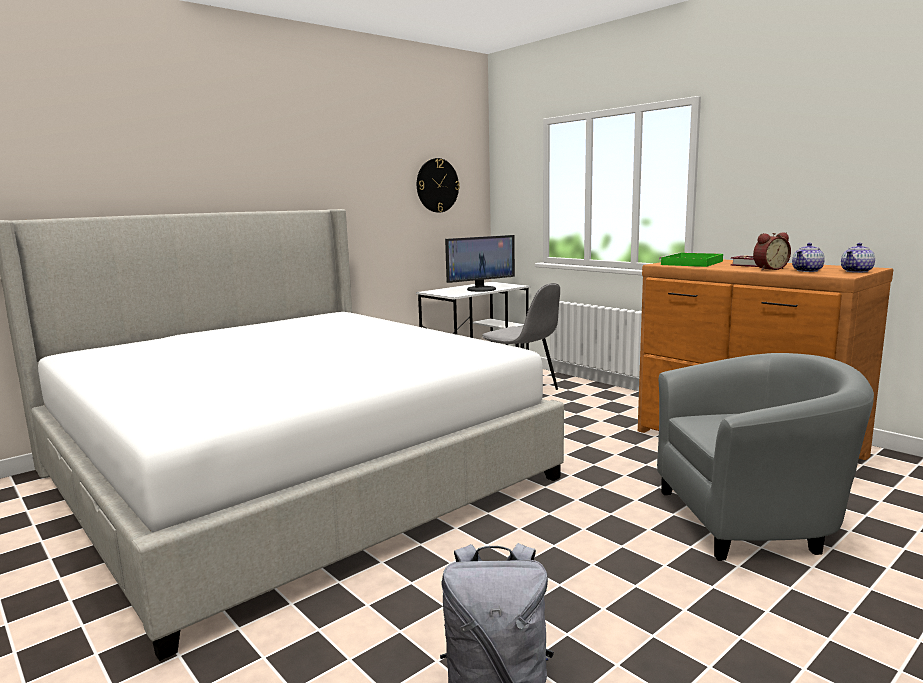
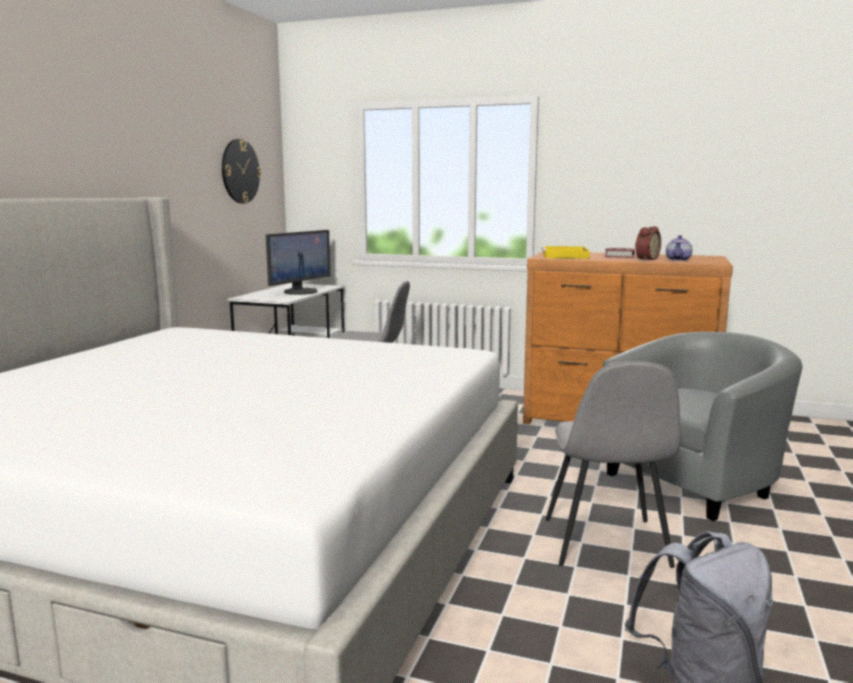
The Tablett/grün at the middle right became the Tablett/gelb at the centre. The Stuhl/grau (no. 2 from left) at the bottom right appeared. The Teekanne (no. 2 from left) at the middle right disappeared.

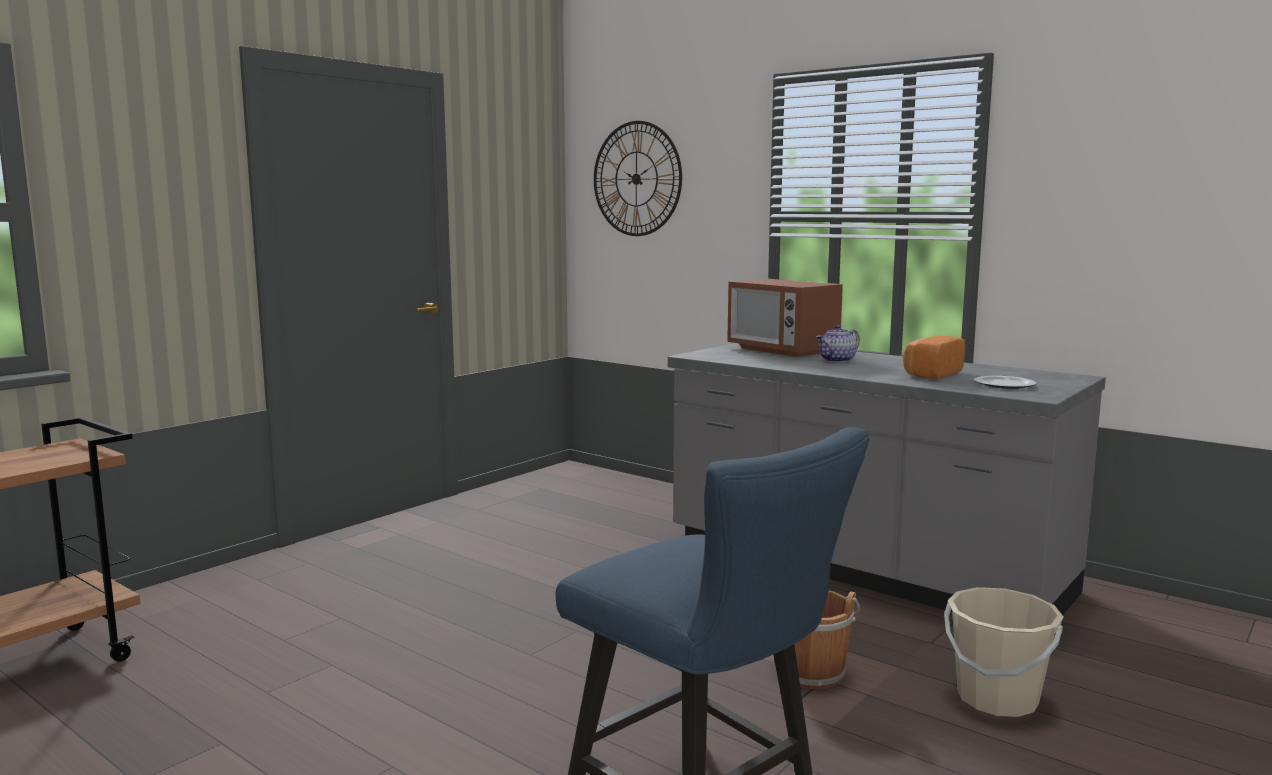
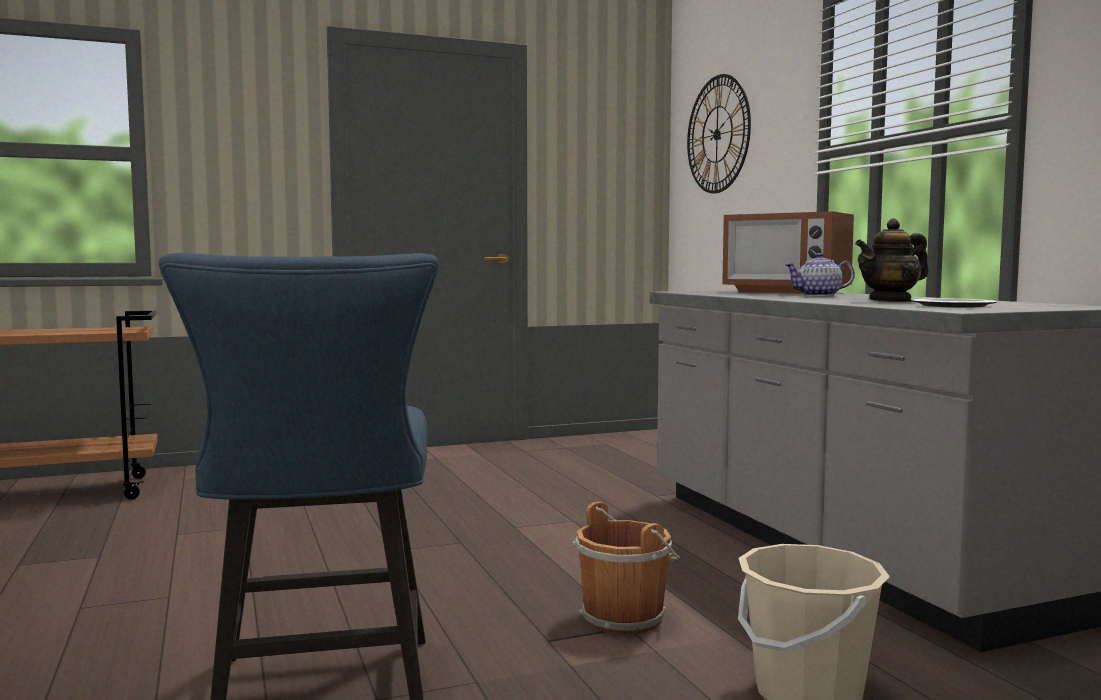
The Mikrowelle at the centre turned 45 degrees counterclockwise. The Brot at the middle right was replaced by the Teekanne (no. 2 from left) at the middle right.

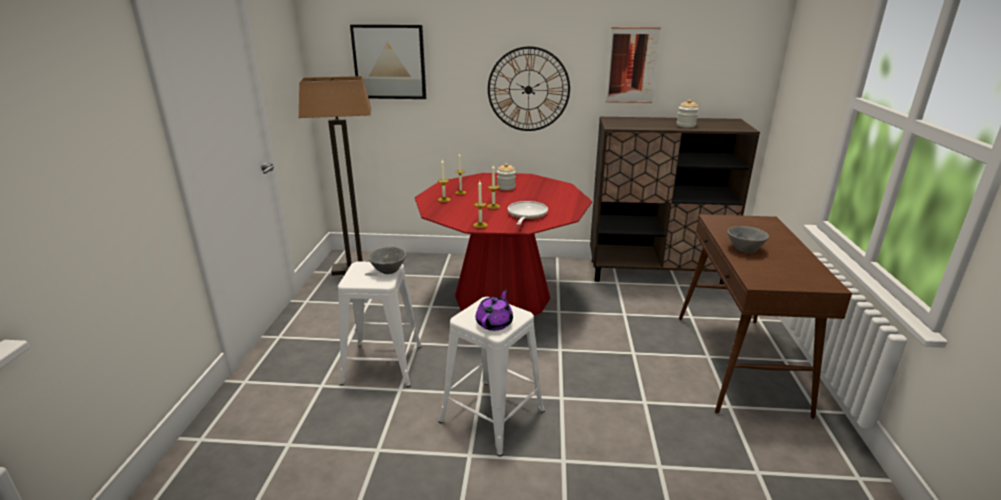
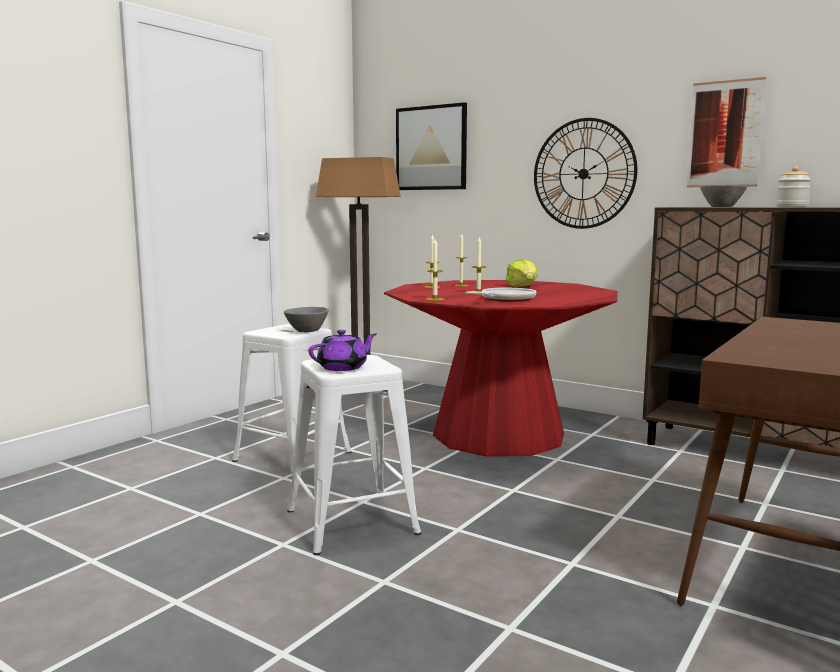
The Vorratsglas (no. 1 from left) at the centre was replaced by the Salatkopf at the centre. The Schüssel/grau (no. 2 from left) moved from the middle right to the top right.

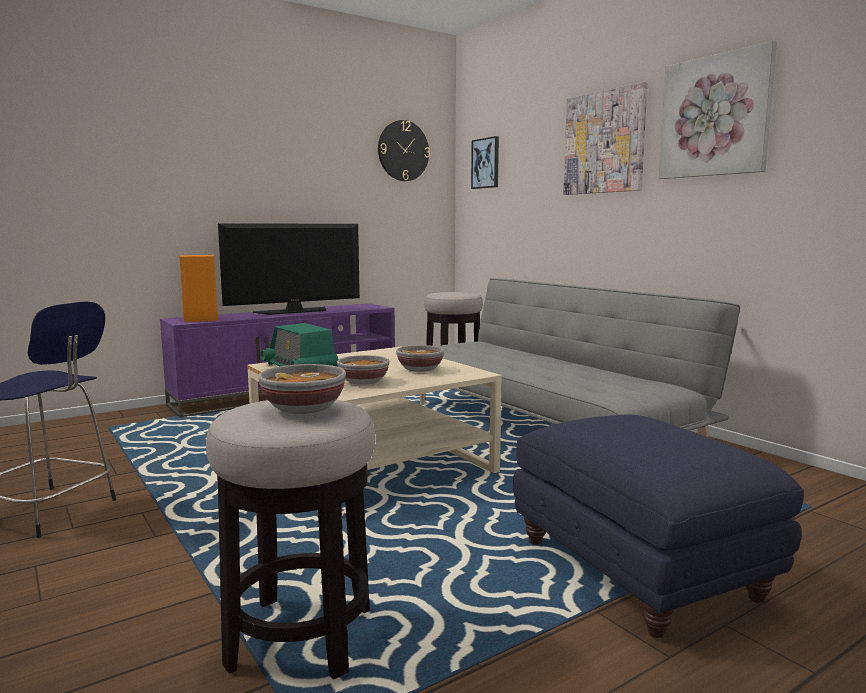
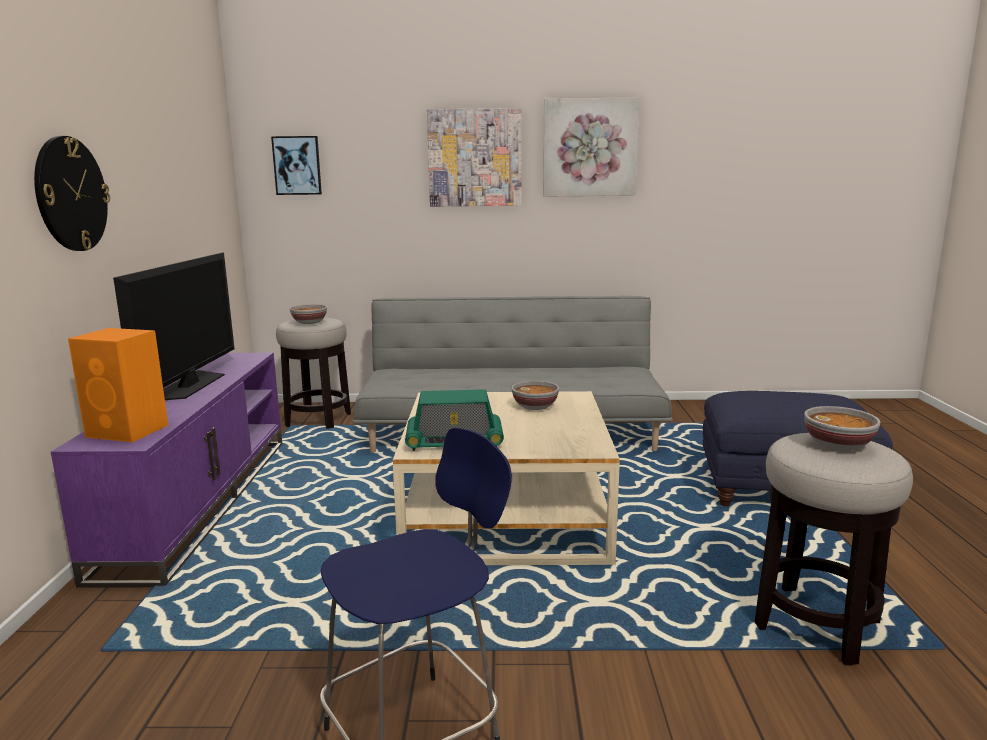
The Wanduhr moved from the top centre to the top left. The Schüssel (no. 2 from left in the first image) moved from the centre to the middle left.

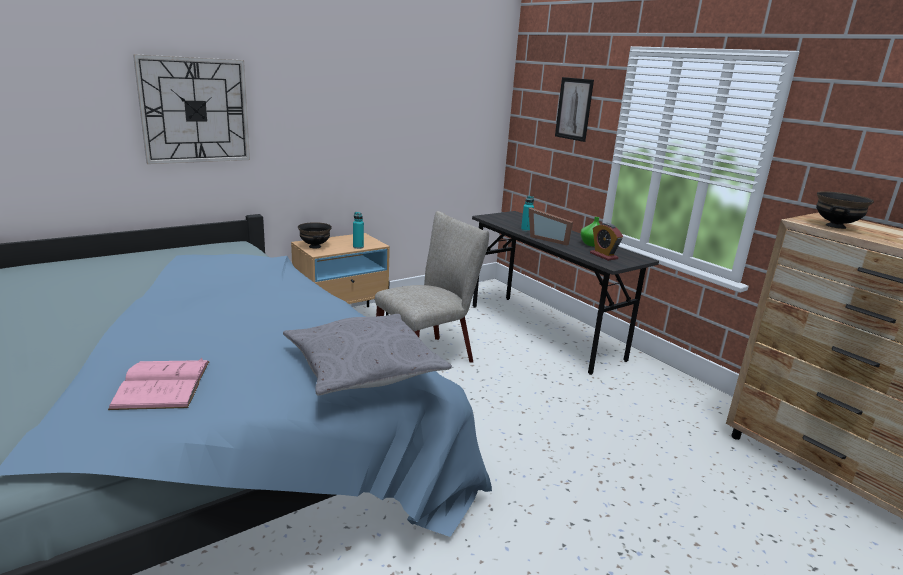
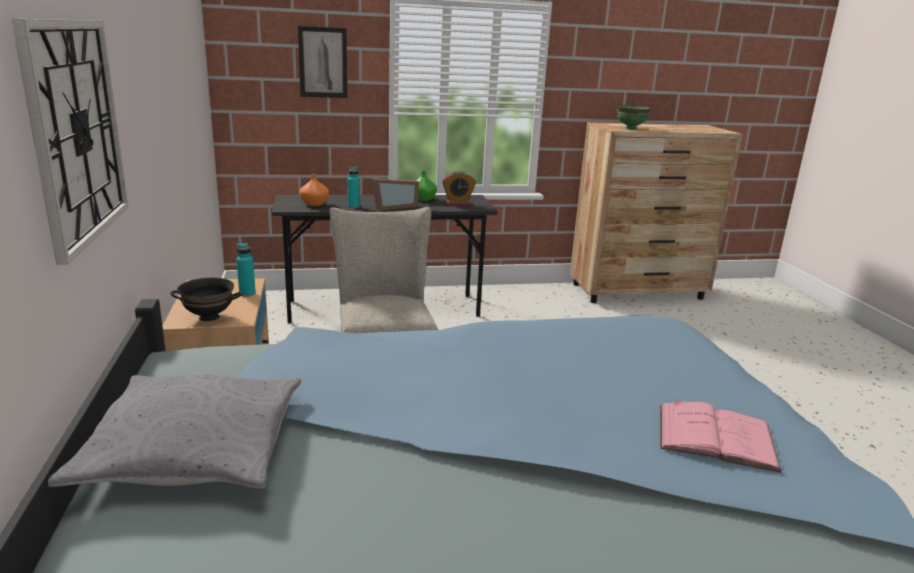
The Kissen/grau moved from the centre to the bottom left. The Vase/orange at the top centre appeared. The Schüssel/schwarz (no. 2 from left) at the middle right became the Schüssel/grün at the top right.

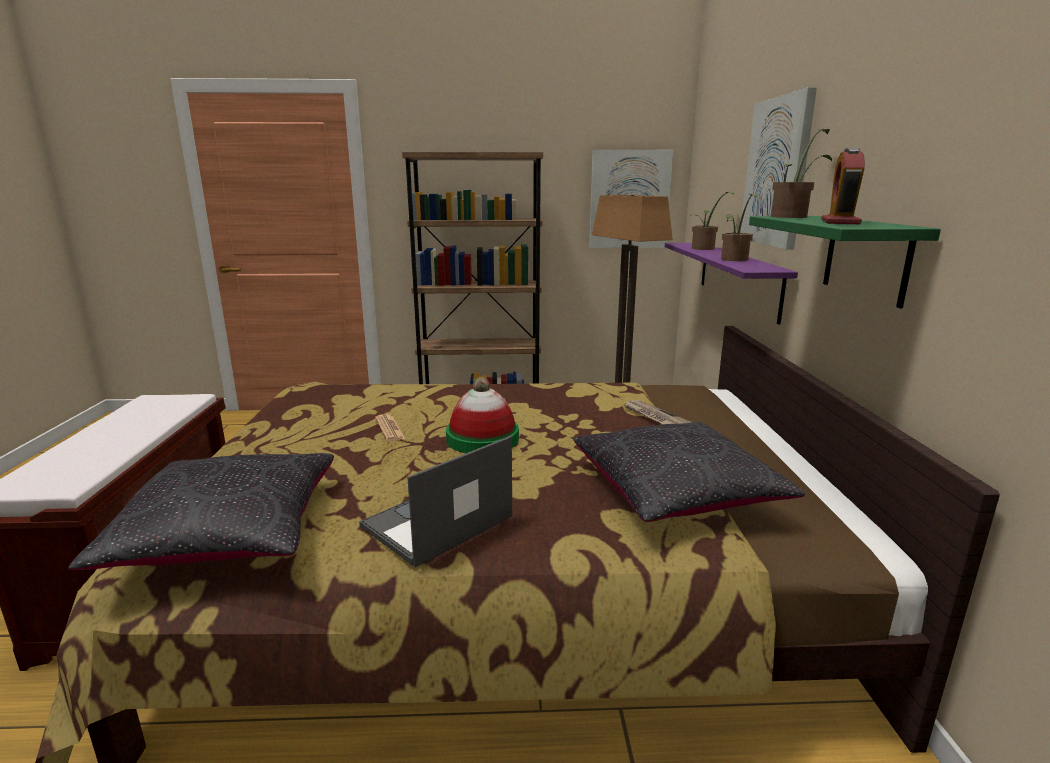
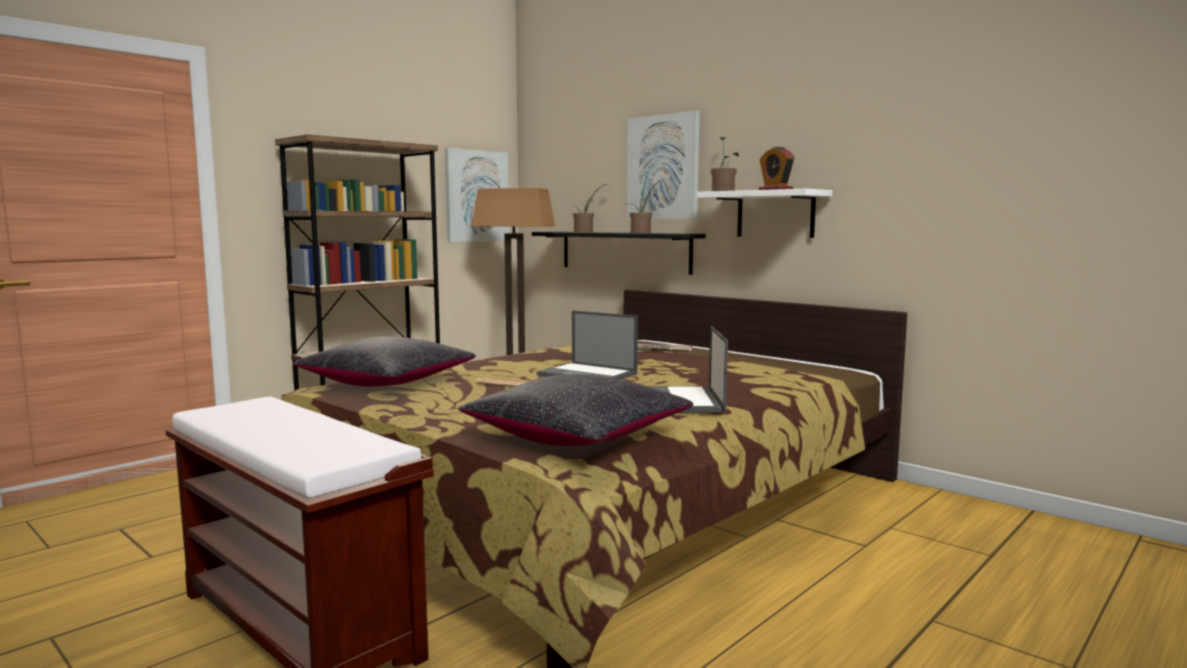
The Kissen/schwarz (no. 2 from left in the first image) moved from the centre to the middle left. The Wandregal/lila at the middle right became the Wandregal/schwarz at the centre. The Hut at the centre was replaced by the Laptop (no. 1 from left) at the centre. The Wandregal/grün at the middle right became the Wandregal/weiß at the top centre.

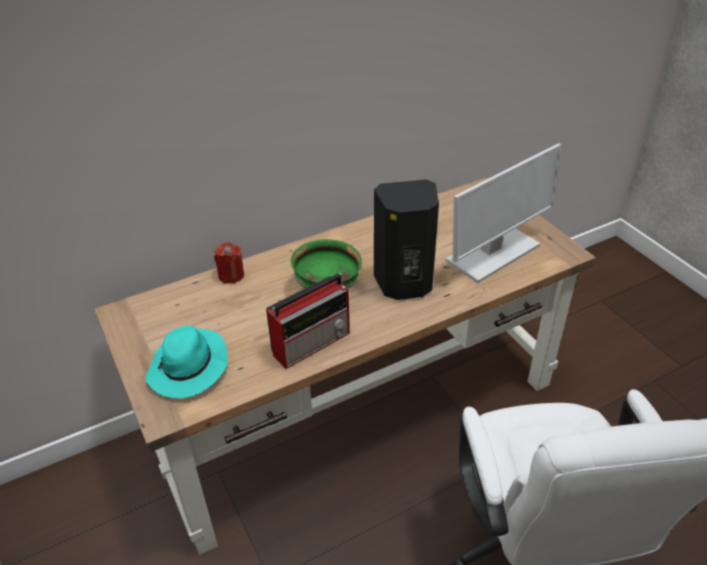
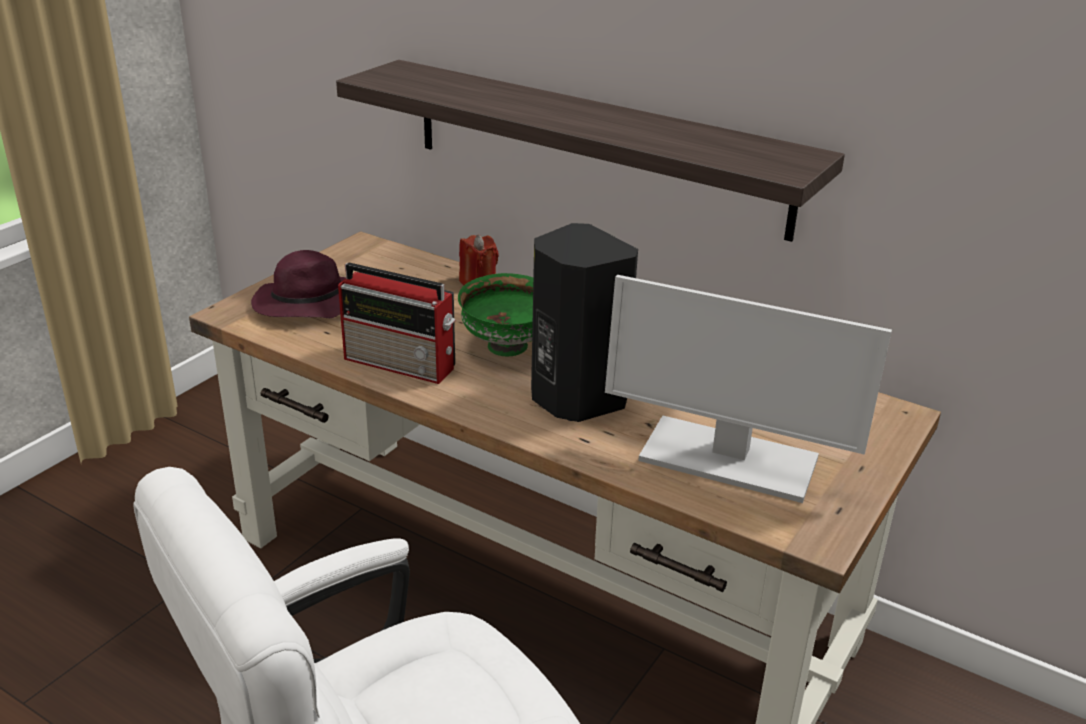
The Hut/türkis at the middle left became the Hut/lila at the middle left. The Wandregal at the top centre appeared.

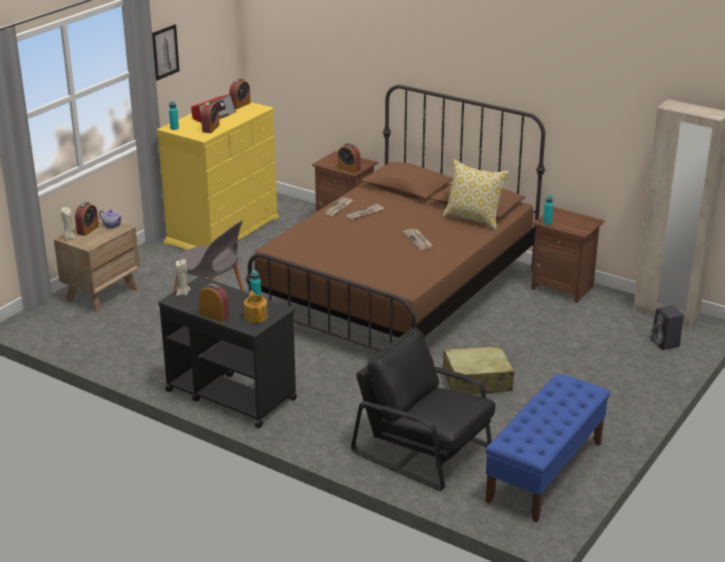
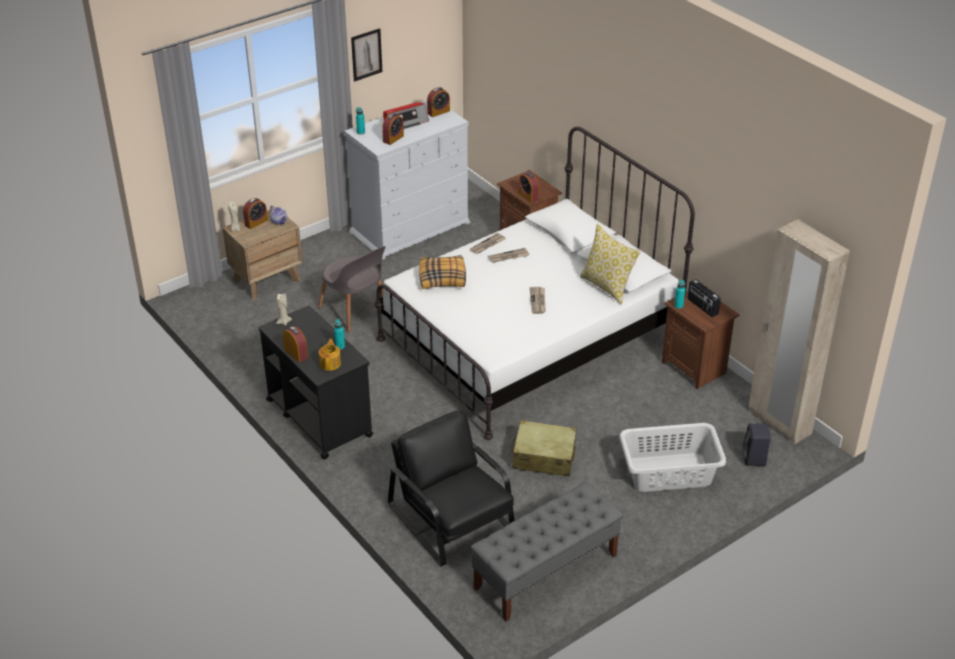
The Kommode/gelb at the top left became the Kommode/weiß at the top centre. The Bett/braun at the centre became the Bett/weiß at the centre. The Kissen (no. 1 from left) at the centre appeared. The Bank/blau at the bottom right became the Bank/grau at the bottom centre. The Wäschekorb/grau at the bottom right appeared. The Radio (no. 2 from left) at the middle right appeared.

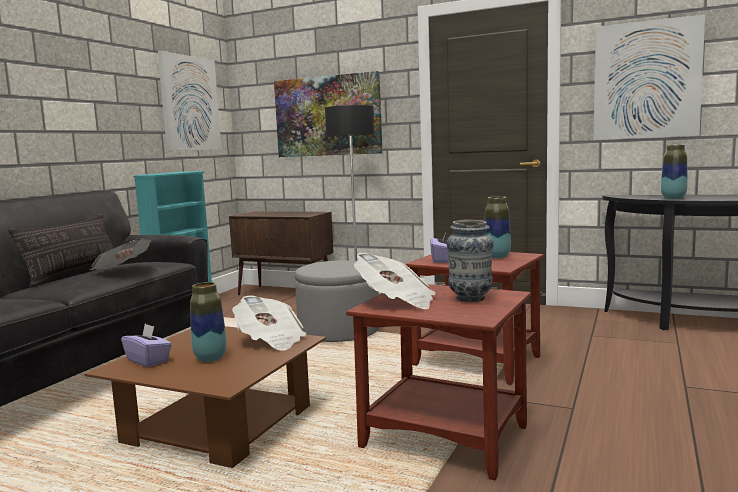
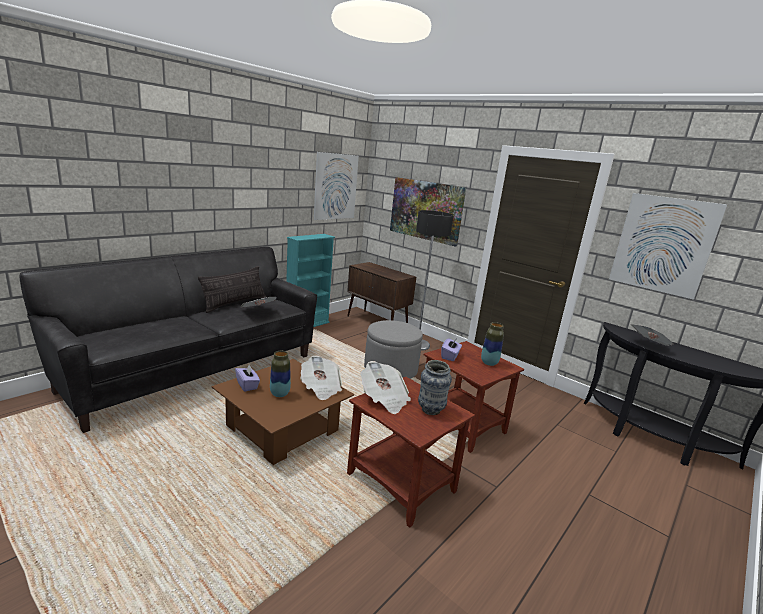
The Vase (no. 4 from left) at the middle right was replaced by the Zeitung (no. 4 from left) at the middle right.

